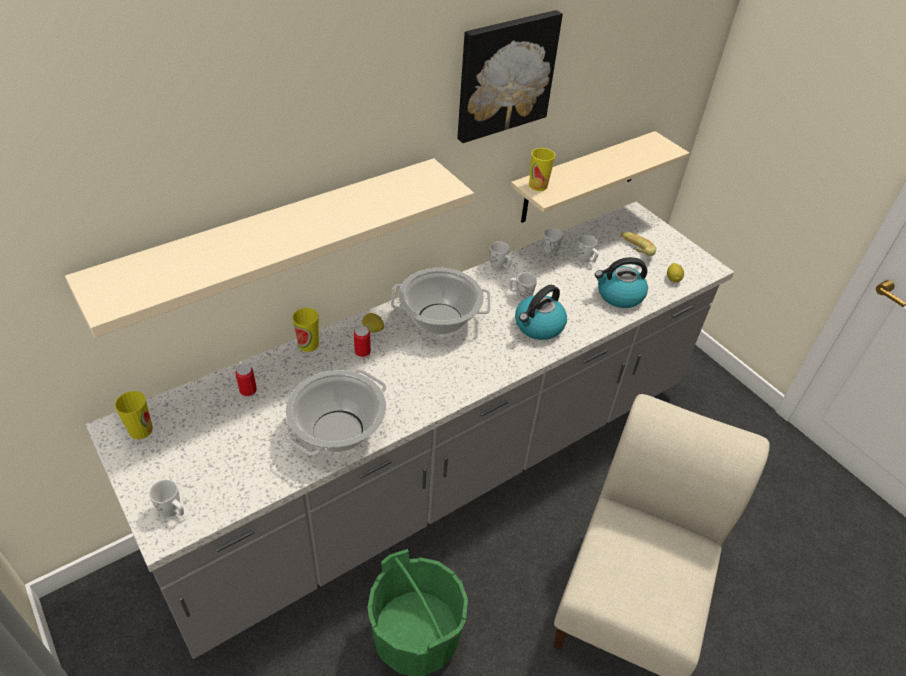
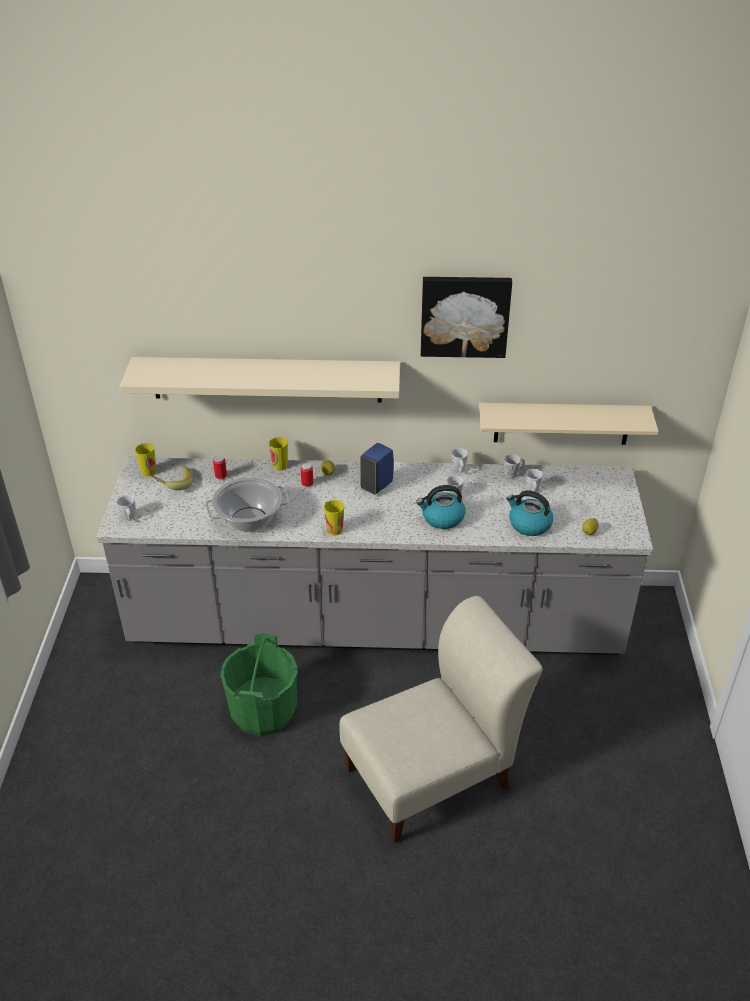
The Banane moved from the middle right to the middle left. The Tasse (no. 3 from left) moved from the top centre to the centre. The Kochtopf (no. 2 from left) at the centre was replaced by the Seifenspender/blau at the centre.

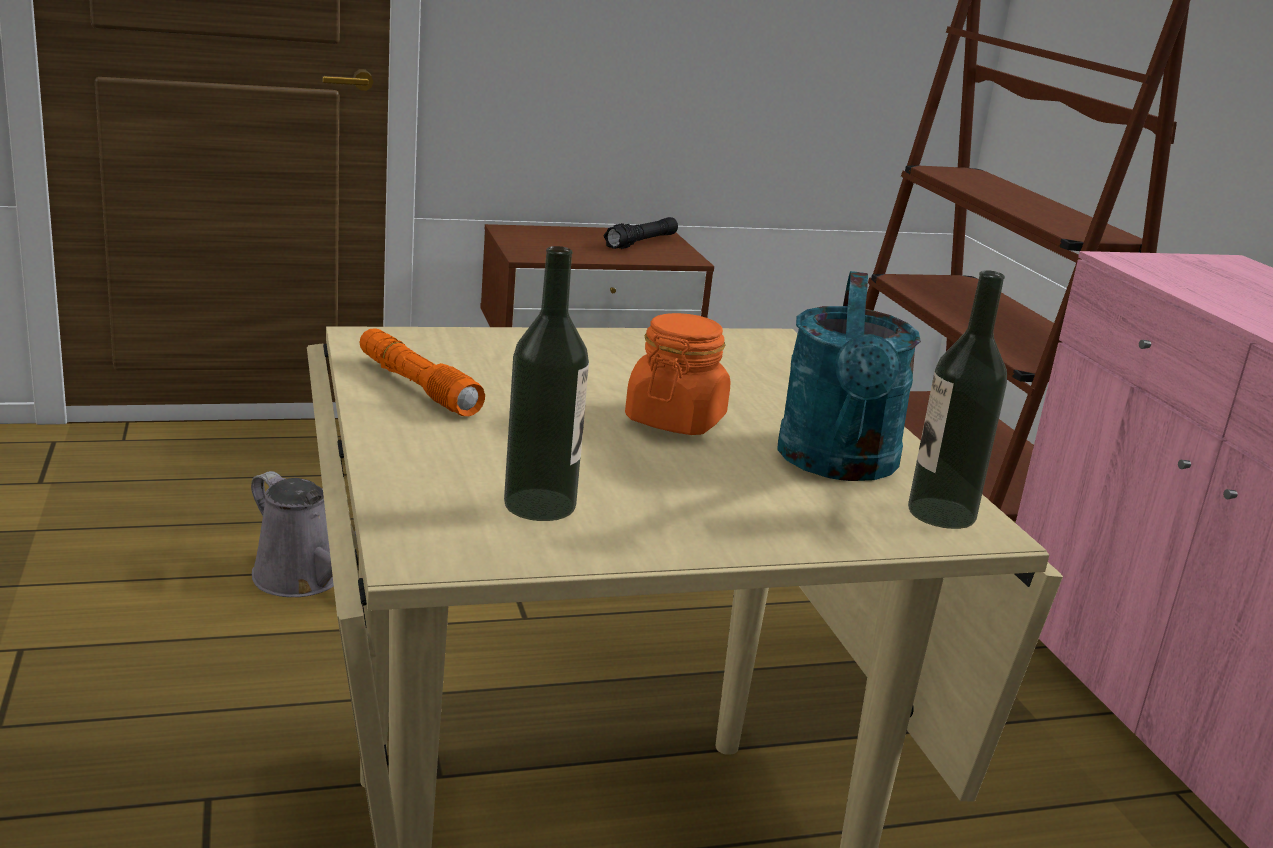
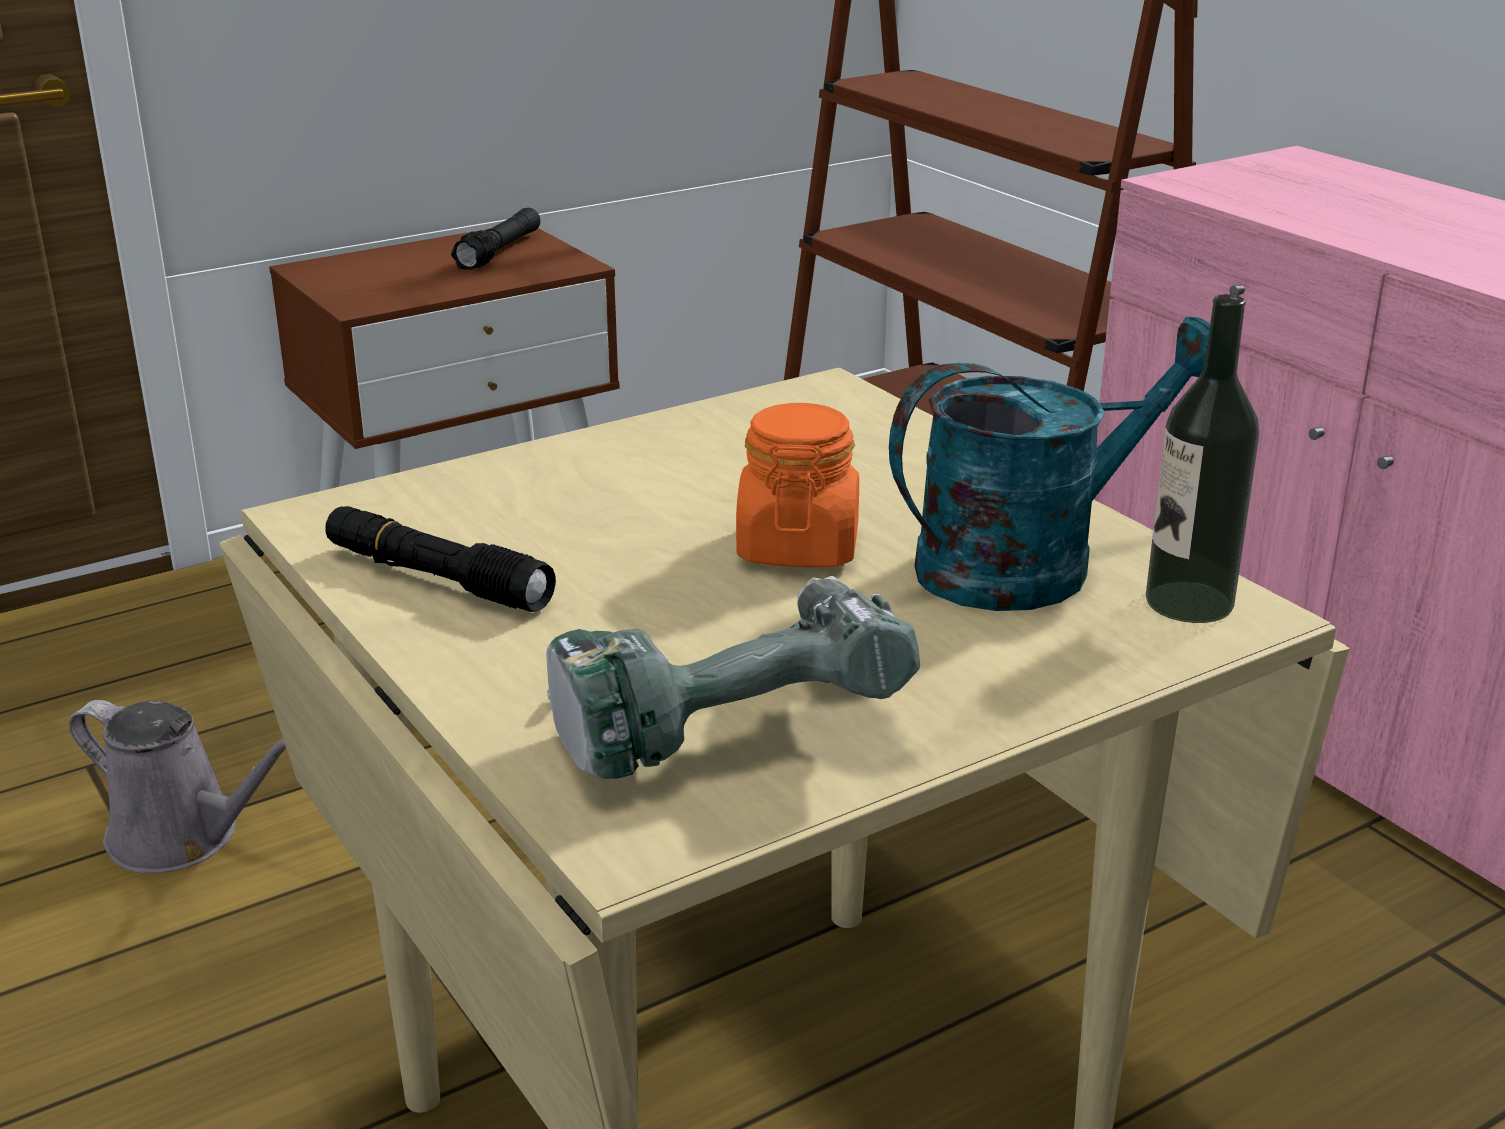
The Taschenlampe/orange at the middle left became the Taschenlampe/schwarz (no. 1 from left) at the middle left. The Flasche (no. 1 from left) at the centre was replaced by the Bohrmaschine at the centre. The Gießkanne/türkis at the middle right turned 105 degrees counterclockwise.

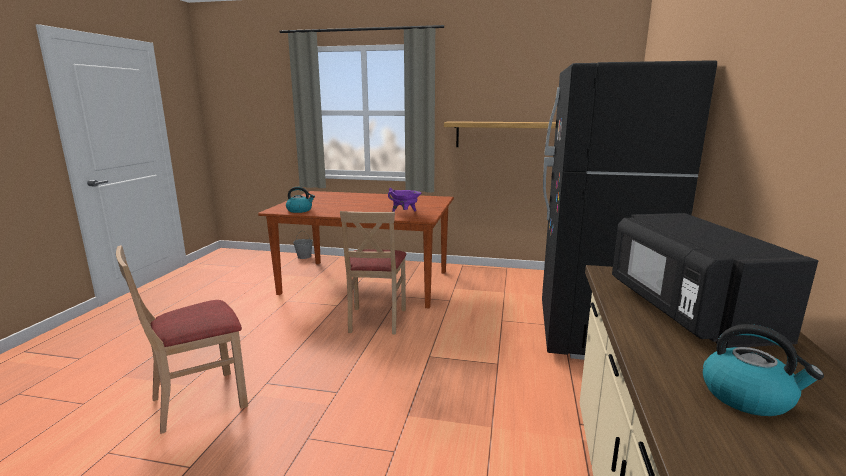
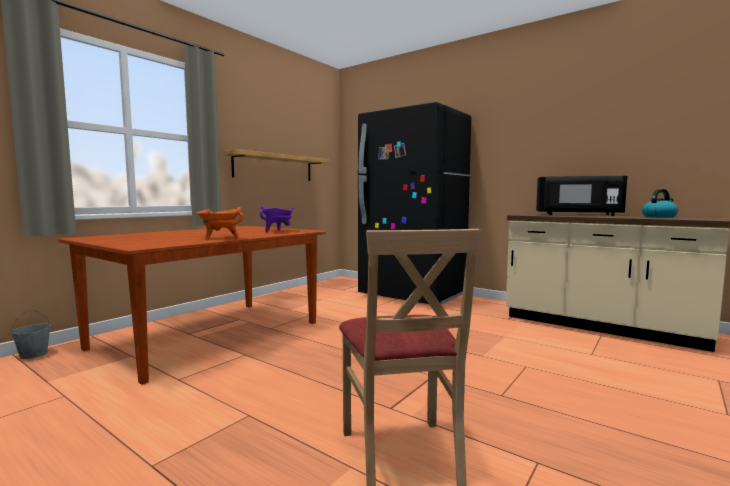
The Kochtopf/orange at the middle left appeared. The Wasserkessel (no. 1 from left) at the centre disappeared. The Stuhl/beige (no. 2 from left) at the centre disappeared.

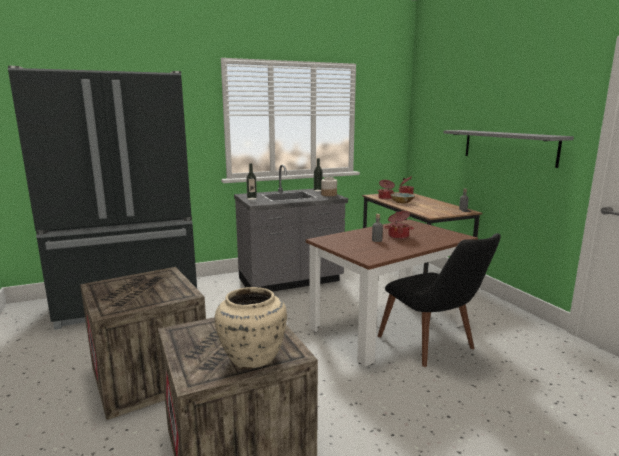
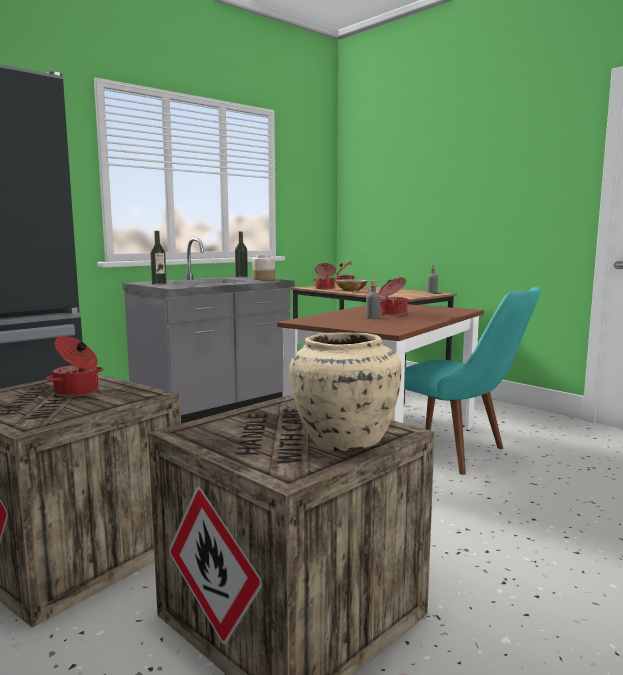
The Kochtopf (no. 1 from left) at the middle left appeared. The Stuhl/schwarz at the middle right became the Stuhl/türkis at the middle right. The Wandregal/grau at the top right disappeared.

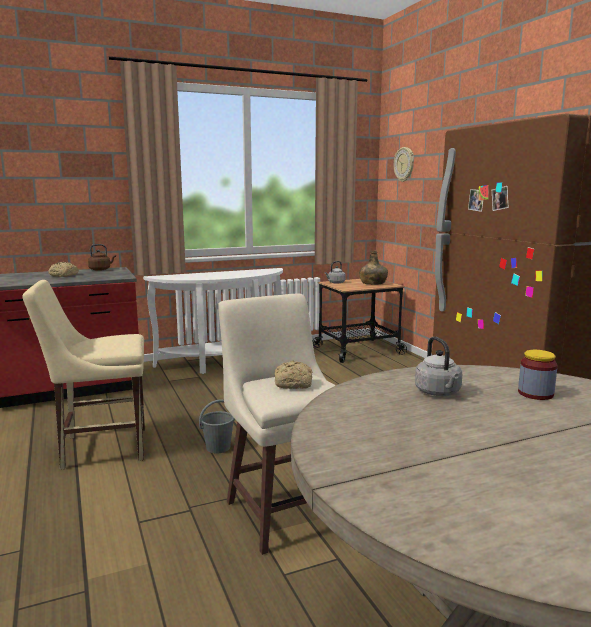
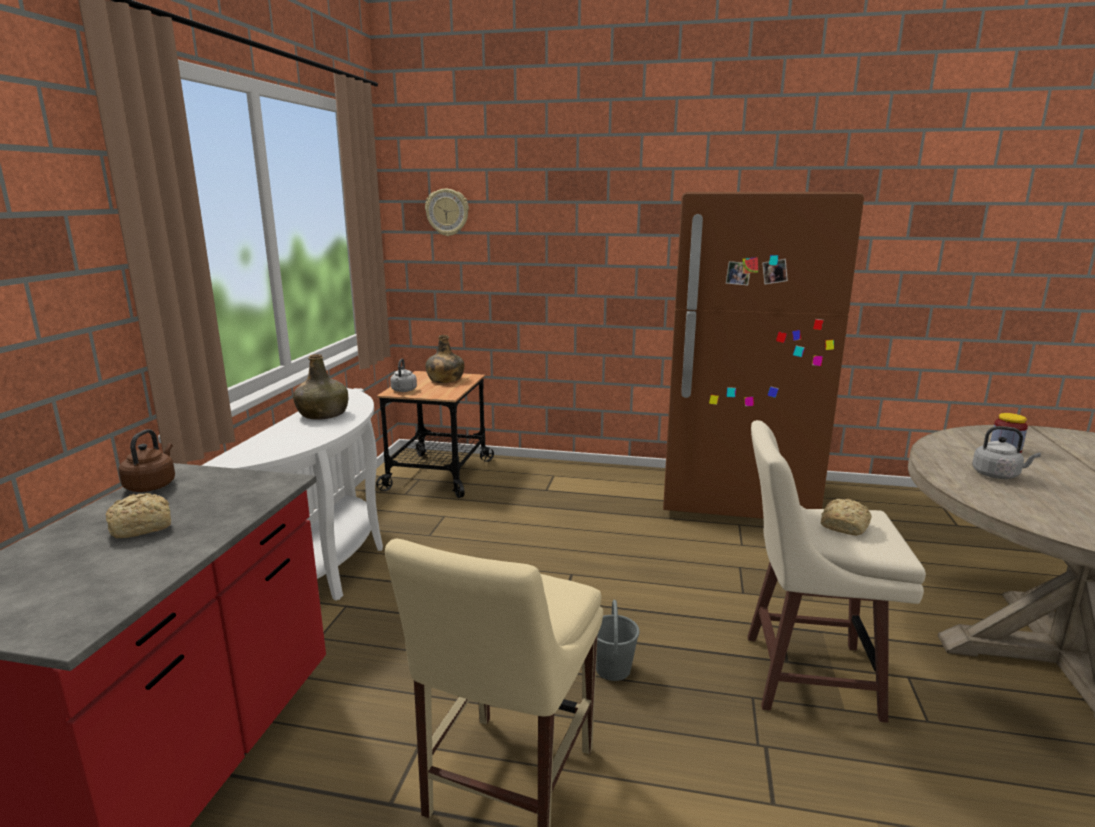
The Flasche/grün (no. 1 from left) at the middle left appeared.

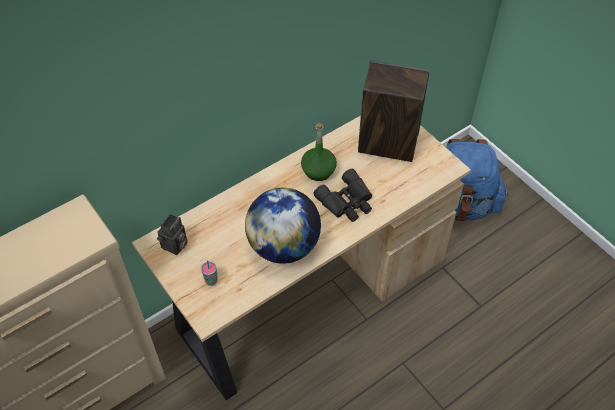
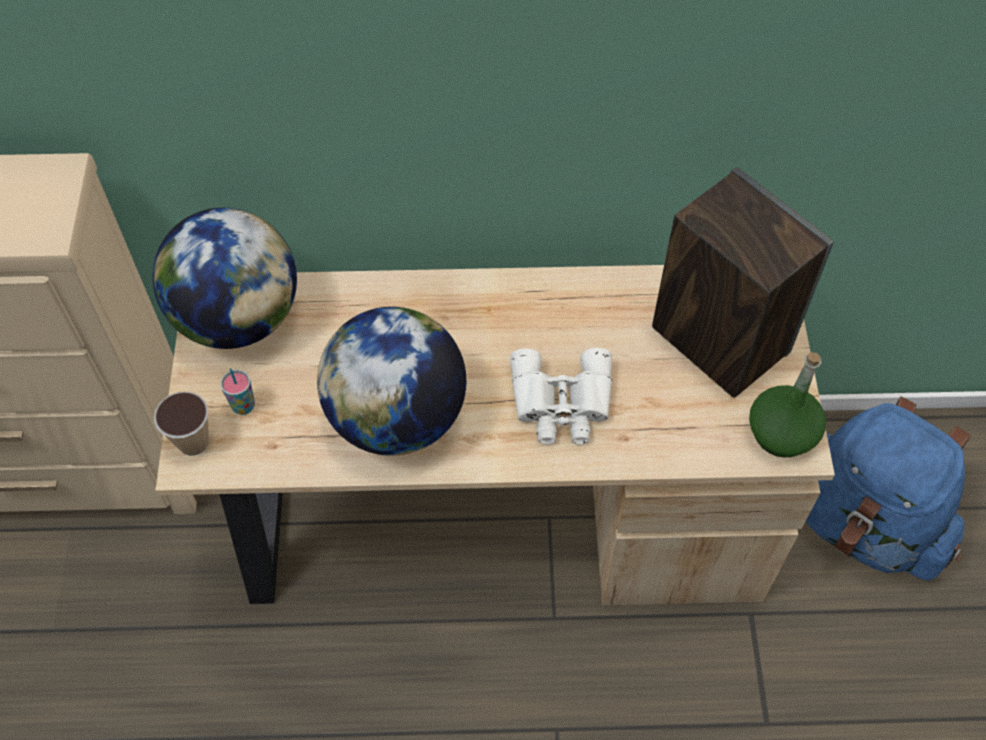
The Kamera at the middle left was replaced by the Globus (no. 1 from left) at the middle left. The Tasse (no. 1 from left) at the middle left appeared. The Fernglas/schwarz at the centre became the Fernglas/weiß at the centre. The Flasche/grün moved from the centre to the middle right.

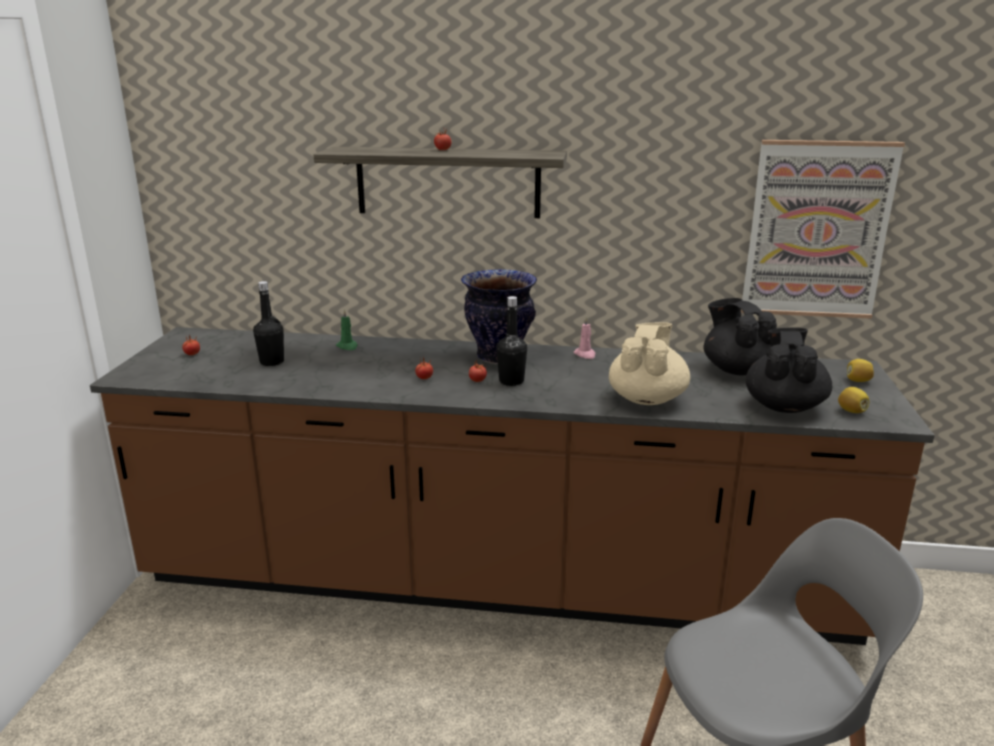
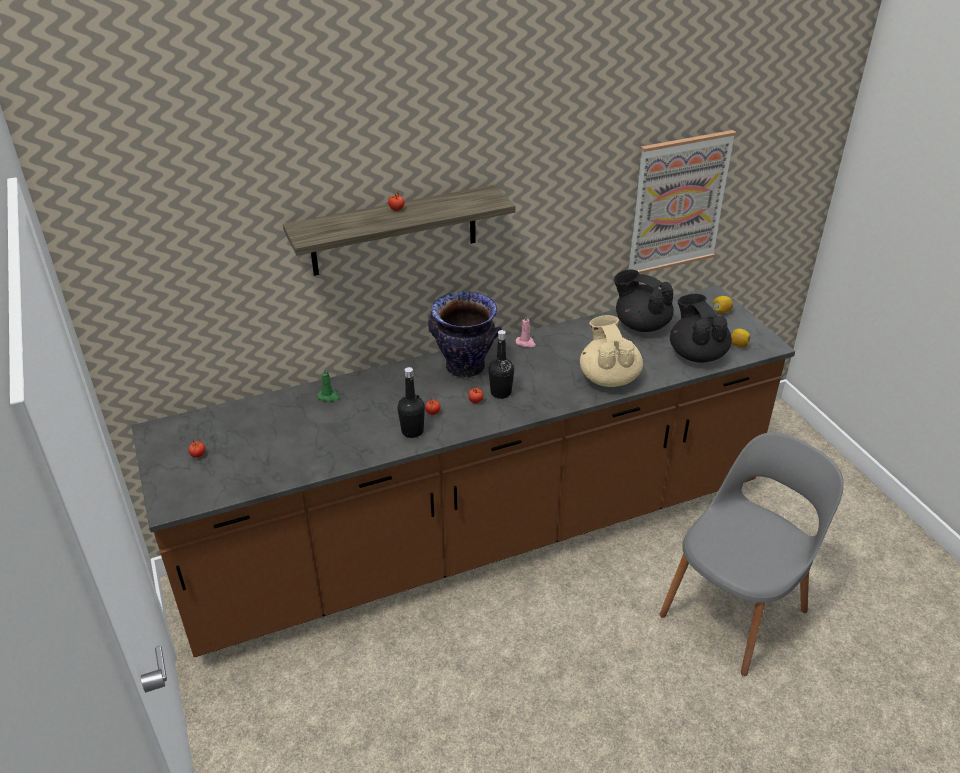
The Flasche/schwarz (no. 1 from left) moved from the middle left to the centre.

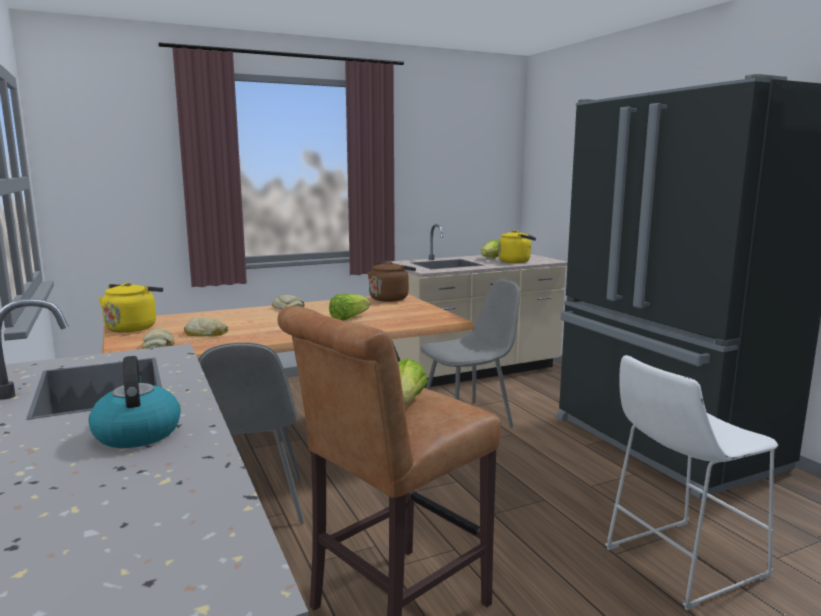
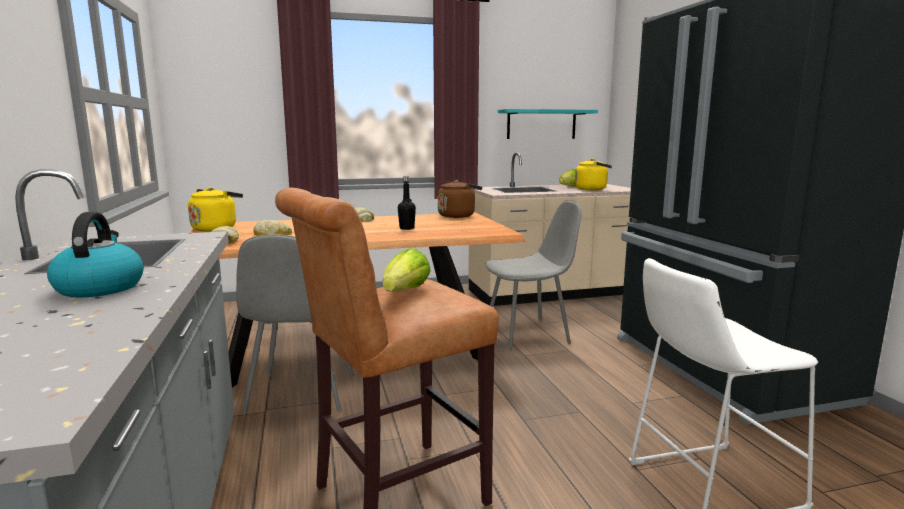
The Salatkopf (no. 1 from left) at the centre was replaced by the Flasche/schwarz at the centre. The Wandregal/türkis at the top centre appeared.

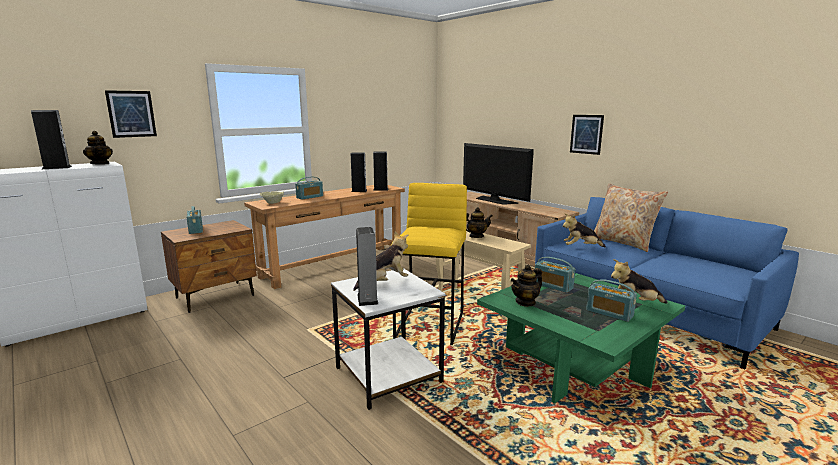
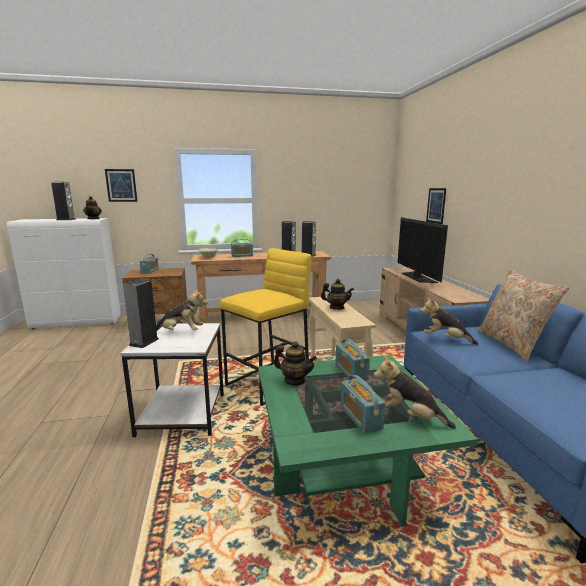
The Teekanne (no. 3 from left in the first image) at the centre turned 150 degrees counterclockwise. The Bild (no. 2 from left) moved from the top right to the middle right.

